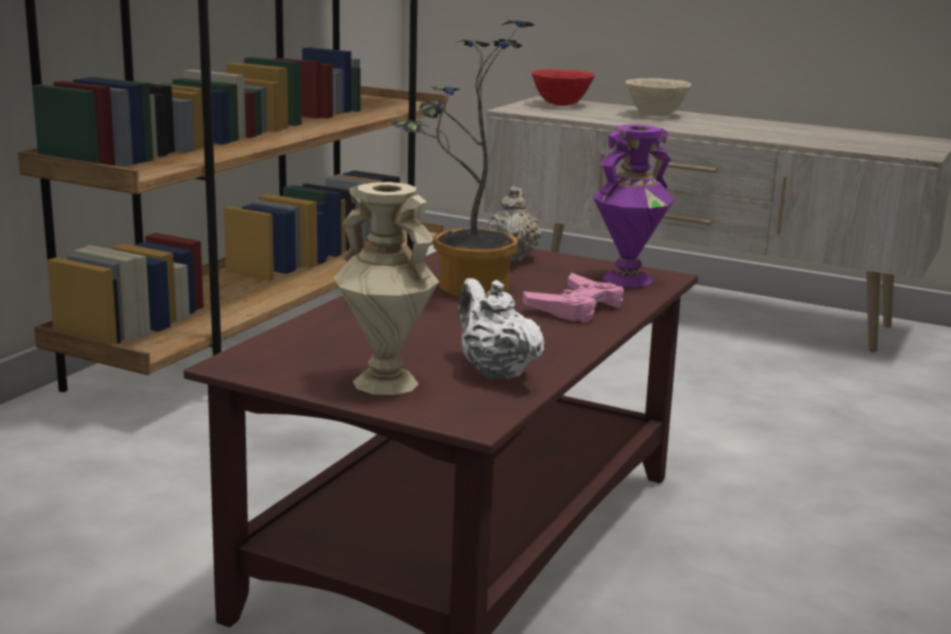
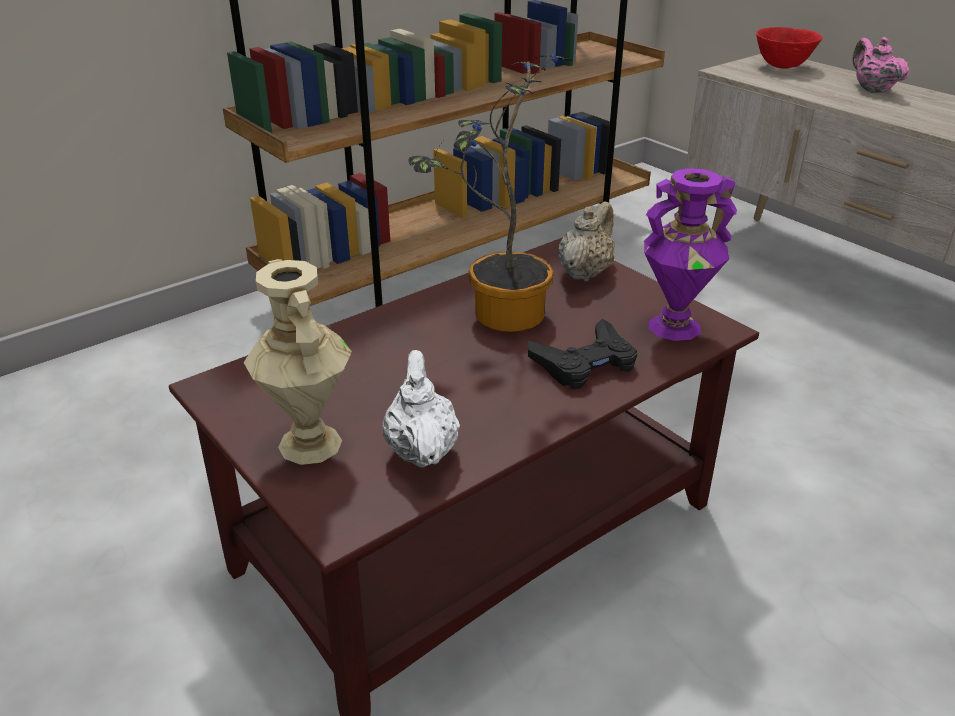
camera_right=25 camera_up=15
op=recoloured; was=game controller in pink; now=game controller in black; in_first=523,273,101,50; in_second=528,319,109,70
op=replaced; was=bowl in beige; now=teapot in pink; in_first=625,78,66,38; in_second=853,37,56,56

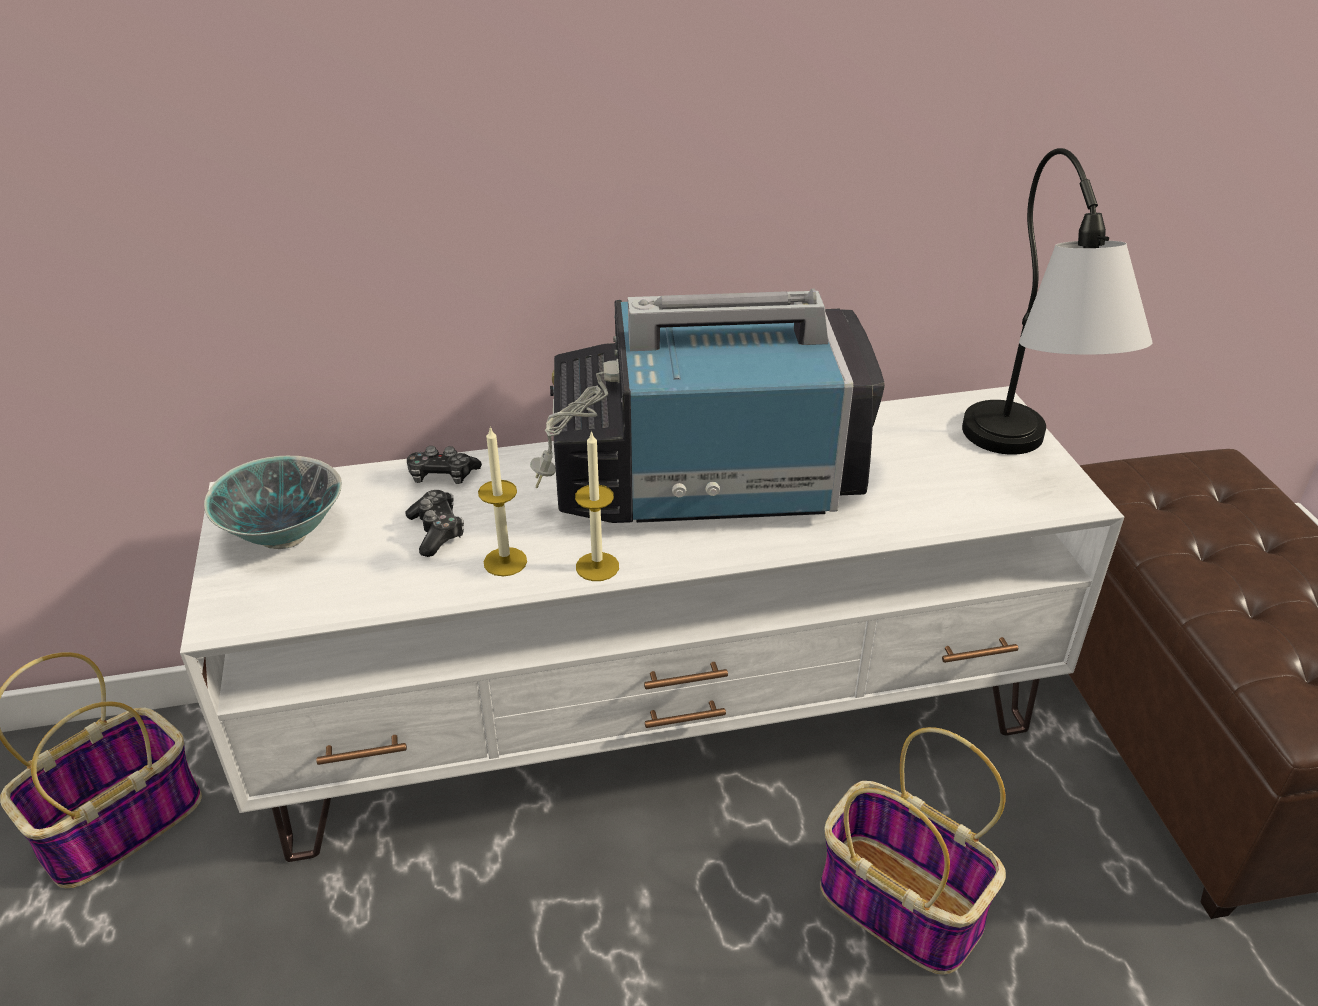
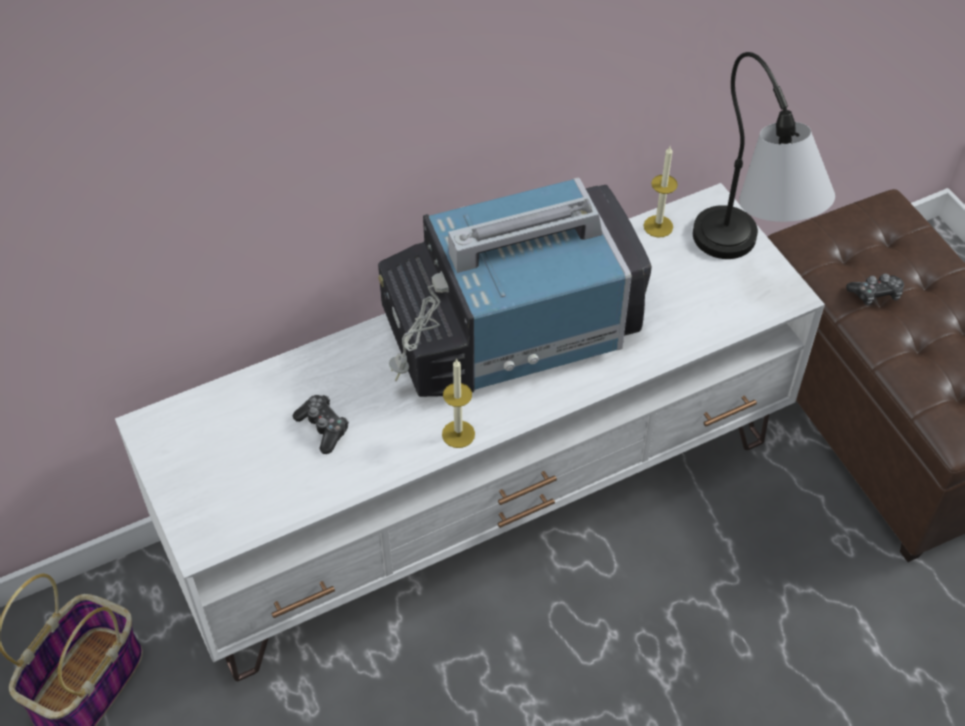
camera_right=-15 camera_up=15
op=removed; was=bowl; in_first=204,456,138,93
op=moved; was=game controller; in_first=407,446,75,38; in_second=846,273,58,32
op=moved; was=candle; in_first=478,426,49,150; in_second=644,146,34,91
op=removed; was=basket; in_first=820,727,186,248

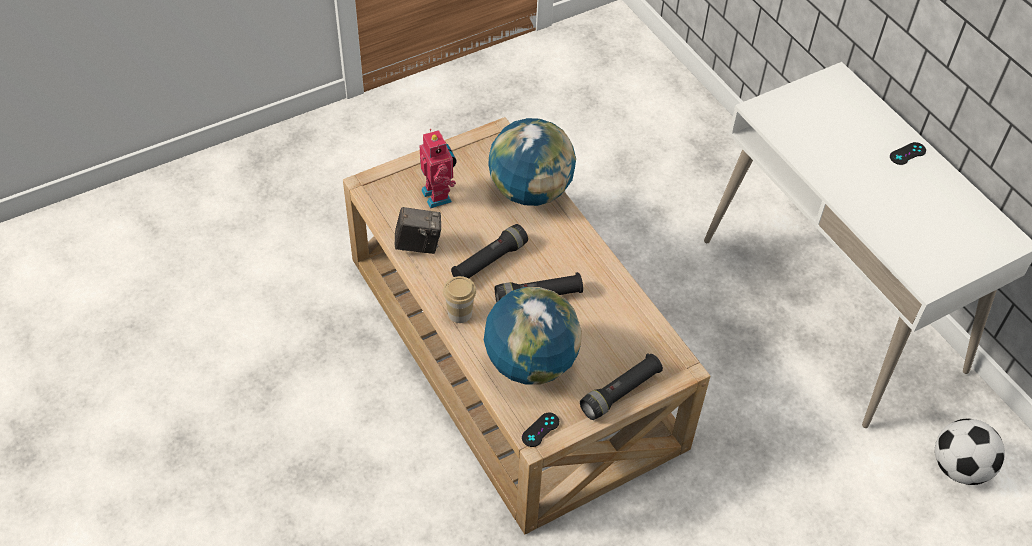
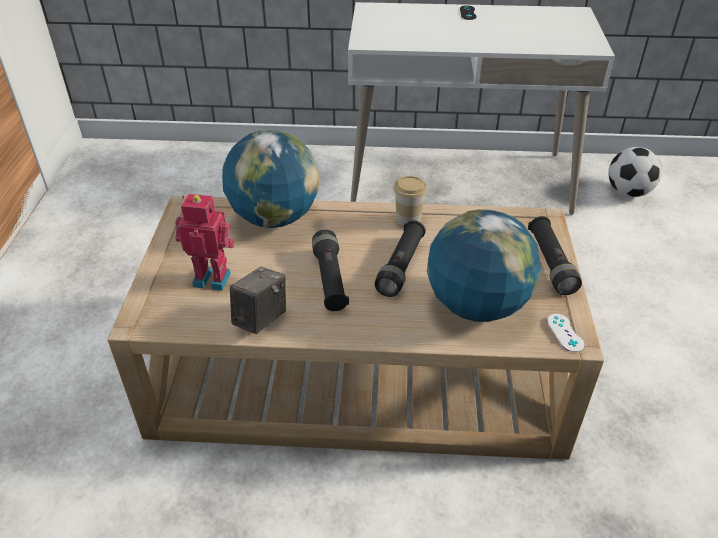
camera_right=-55 camera_up=-10
op=moved; was=cup; in_first=443,276,33,47; in_second=394,176,33,50
op=recoloured; was=game controller in black; now=game controller in white; in_first=522,413,37,34; in_second=547,314,37,38

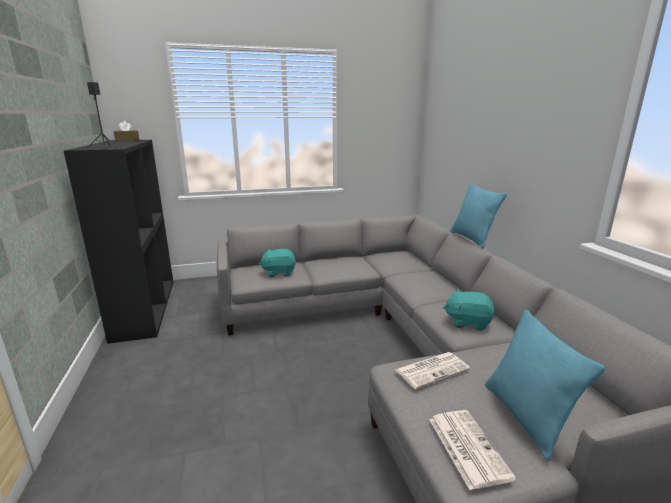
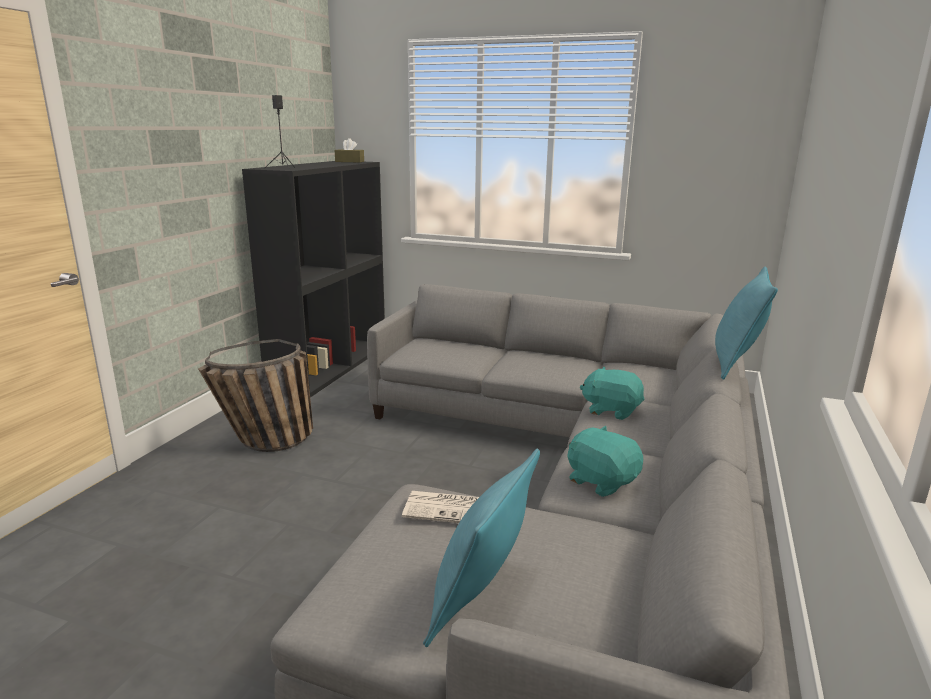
camera_right=35 camera_up=0
op=moved; was=plush toy in turquoise; in_first=259,249,37,28; in_second=580,367,64,53
op=removed; was=newspaper; in_first=429,410,87,80
op=added; now=basket; in_second=198,339,115,113

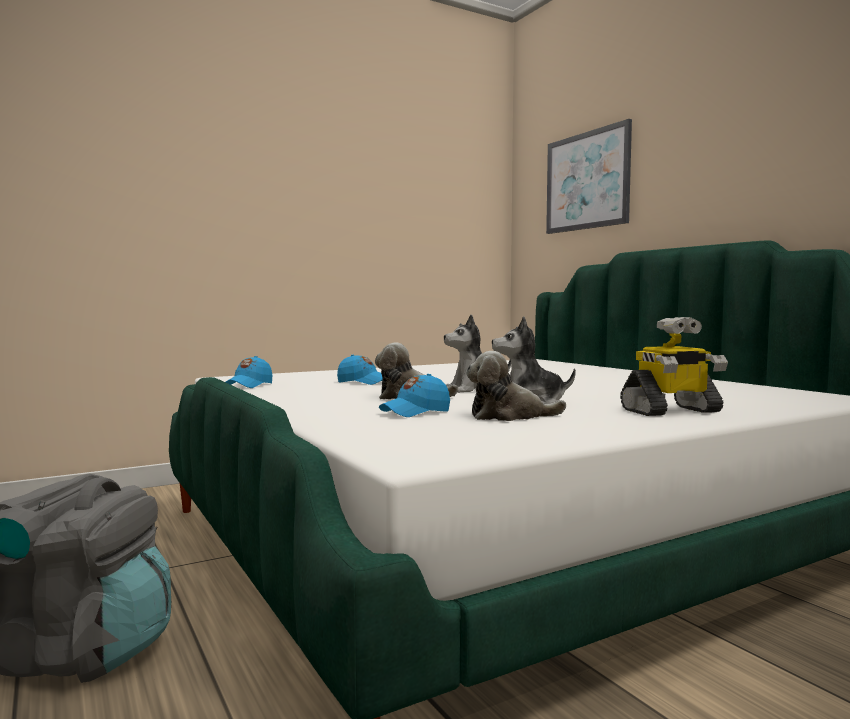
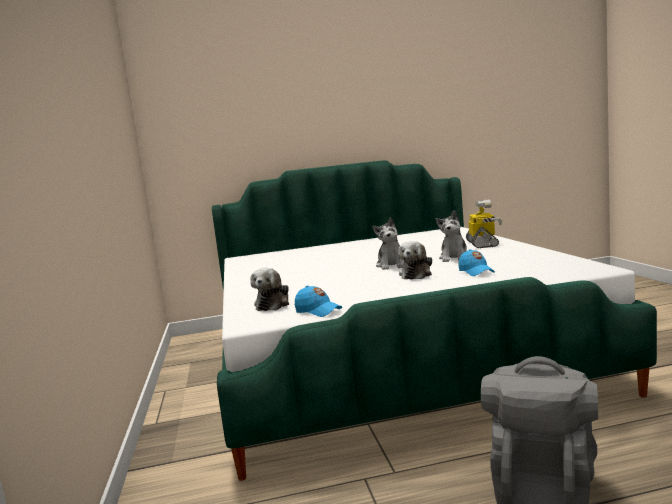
camera_right=-70 camera_up=5
op=removed; was=cap in blue; in_first=337,355,46,30
op=moved; was=plush toy; in_first=466,351,100,70; in_second=250,268,39,43
op=removed; was=picture; in_first=546,119,86,115

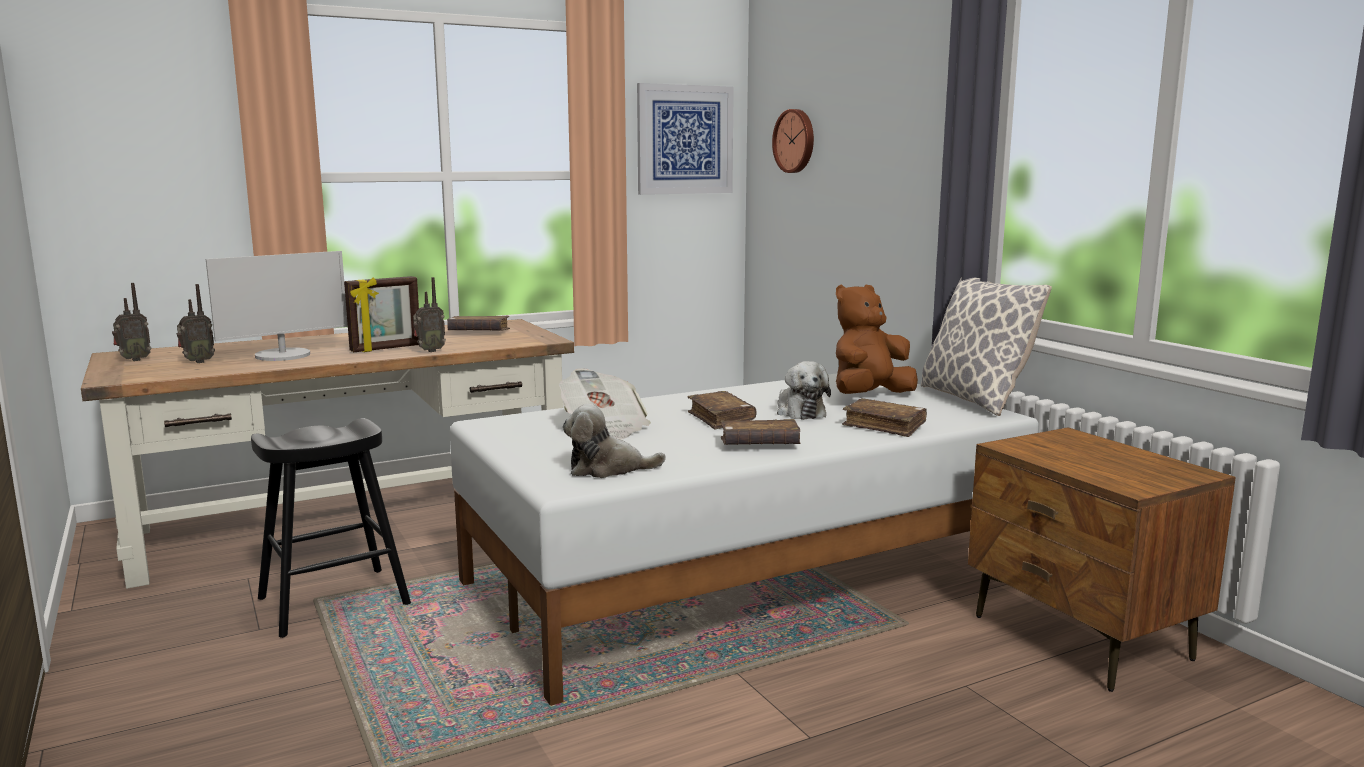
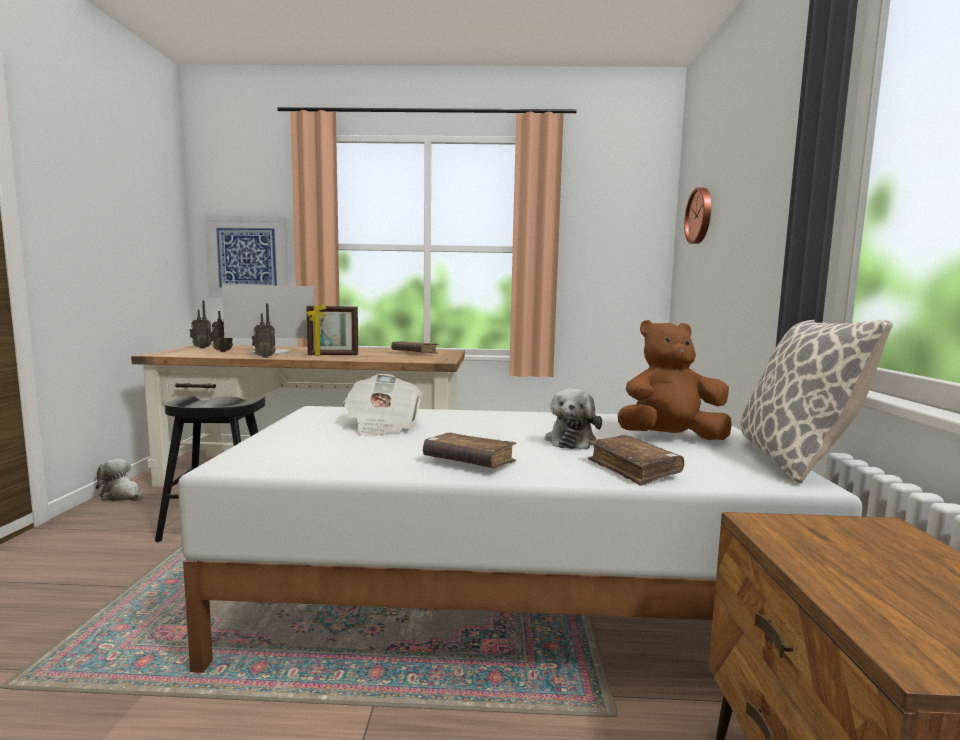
camera_right=30 camera_up=-5
op=moved; was=radio; in_first=413,277,33,75; in_second=252,303,24,55
op=moved; was=plush toy; in_first=563,404,103,74; in_second=96,459,46,42
op=moved; was=picture; in_first=637,83,97,112; in_second=204,215,84,83
op=removed; was=book in brown; in_first=687,391,70,39

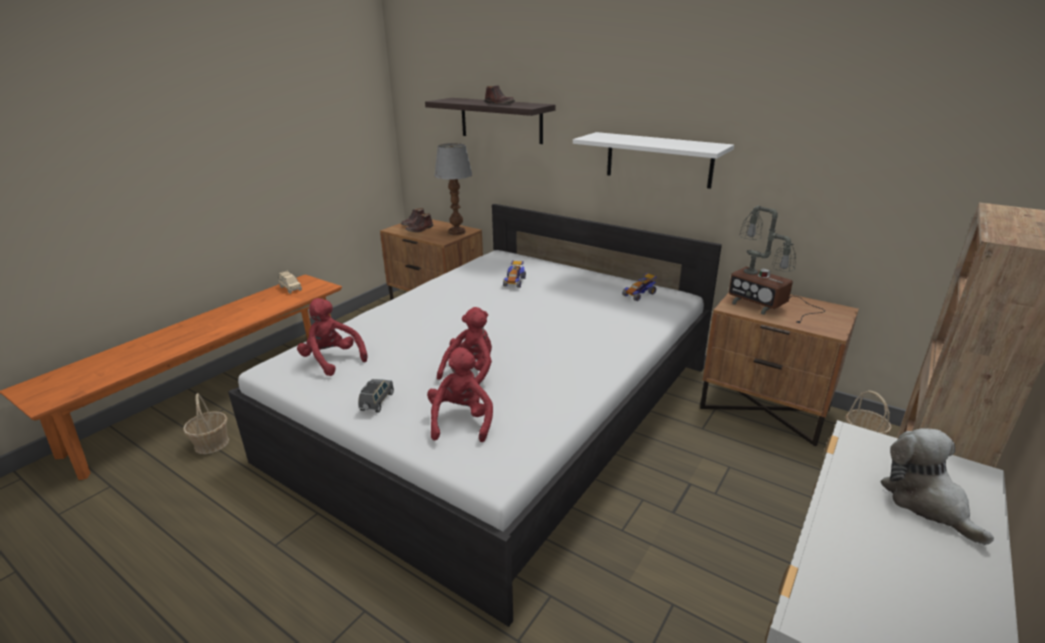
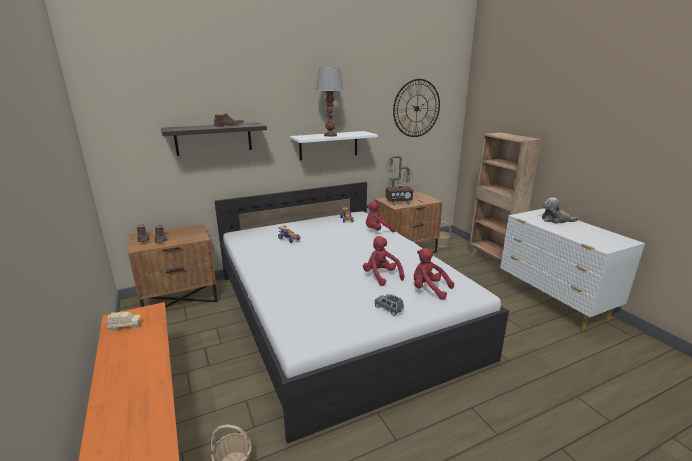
camera_right=-60 camera_up=-5
op=moved; was=plush toy in red; in_first=297,298,71,78; in_second=366,201,29,31
op=moved; was=table lamp; in_first=434,143,39,92; in_second=316,67,28,70
op=added; now=wall clock; in_second=393,79,47,58

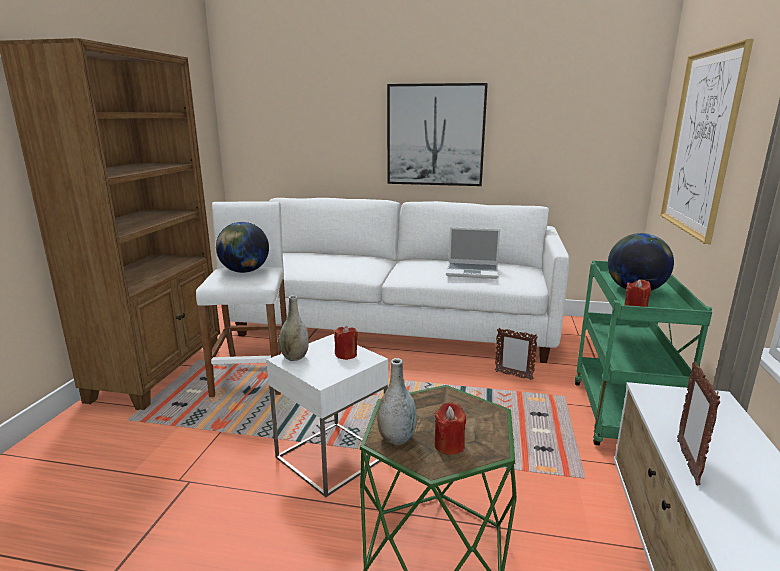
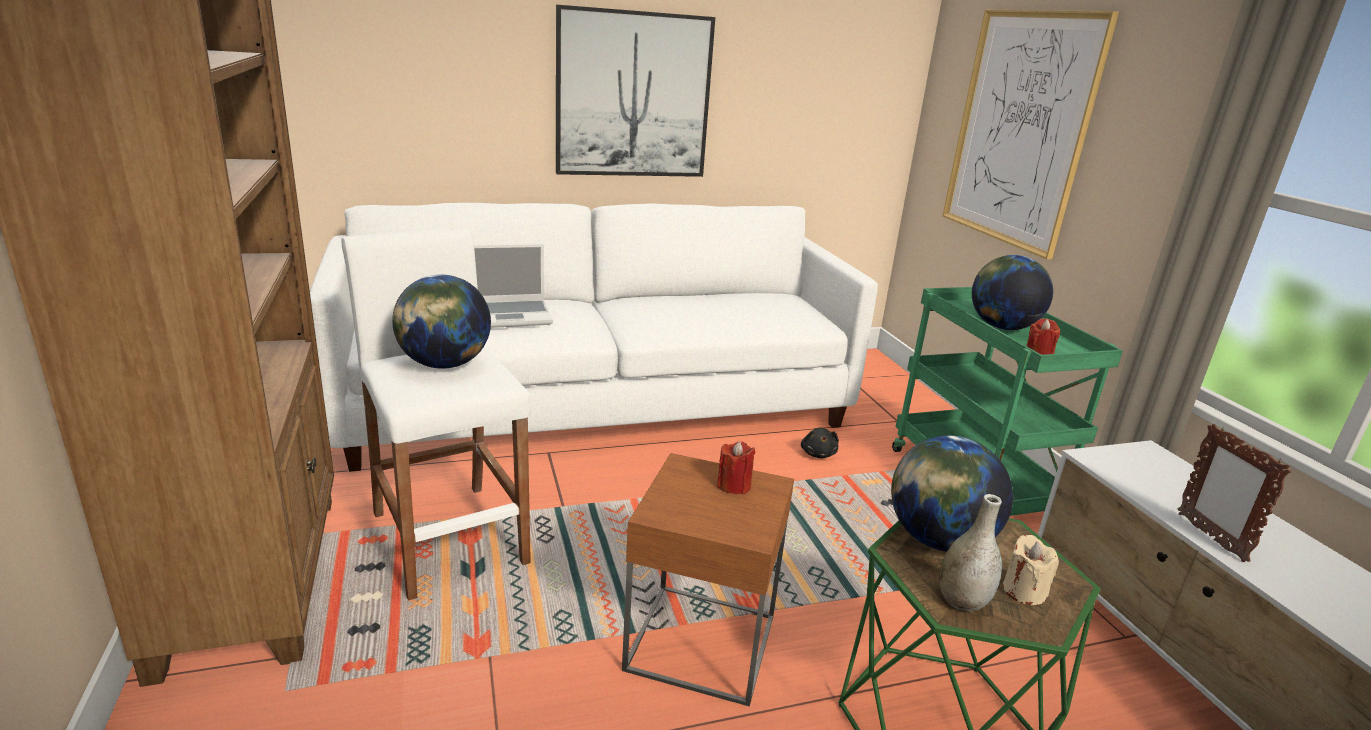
camera_right=-30 camera_up=5
op=recoloured; was=side table in white; now=side table in brown; in_first=266,334,122,163; in_second=622,453,172,254
op=removed; was=vase in grey; in_first=279,295,30,66
op=recoloured; was=candle in red; now=candle in beige; in_first=435,402,31,53; in_second=1003,535,56,70
op=moved; was=laptop; in_first=446,227,54,52; in_second=474,244,79,84
op=replaced; was=picture frame; now=plush toy in black; in_first=495,328,43,52; in_second=801,428,38,30
op=added; now=globe; in_second=891,436,122,116

